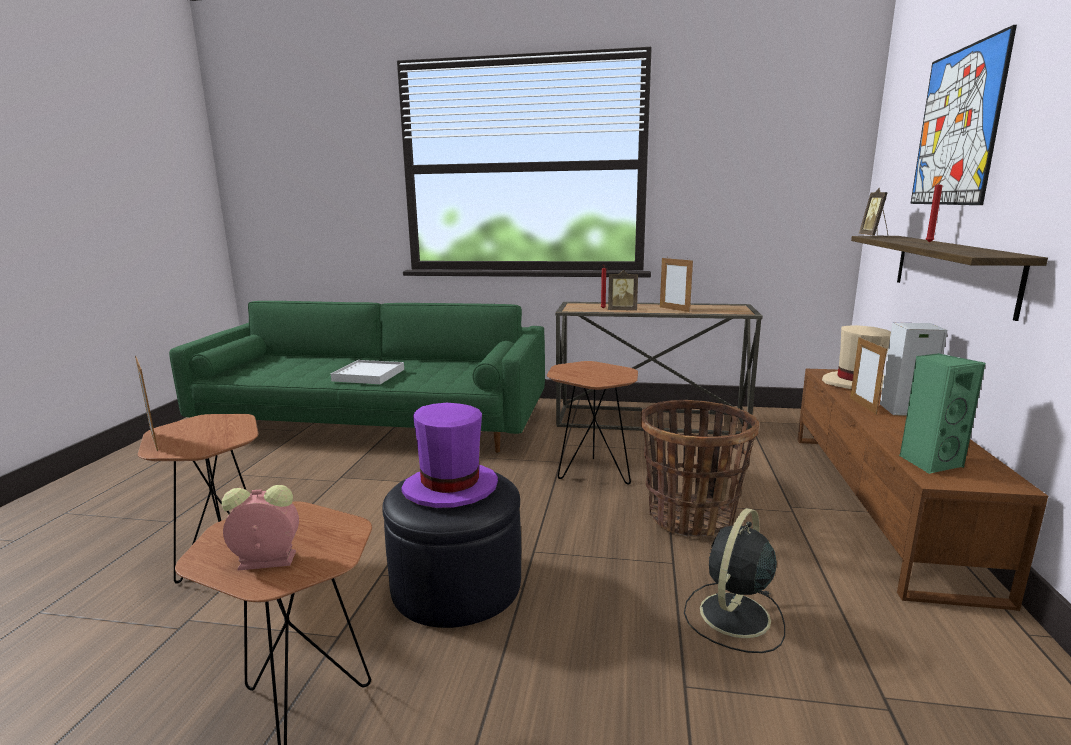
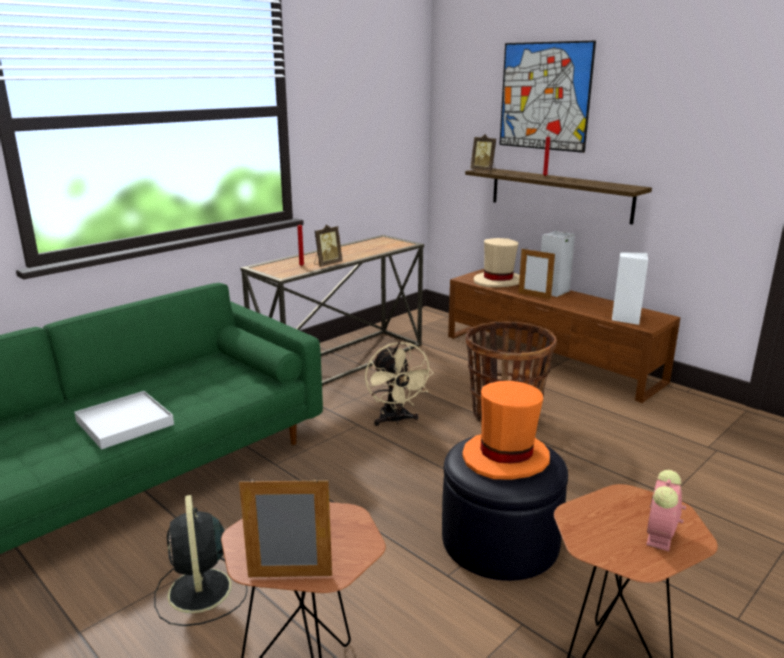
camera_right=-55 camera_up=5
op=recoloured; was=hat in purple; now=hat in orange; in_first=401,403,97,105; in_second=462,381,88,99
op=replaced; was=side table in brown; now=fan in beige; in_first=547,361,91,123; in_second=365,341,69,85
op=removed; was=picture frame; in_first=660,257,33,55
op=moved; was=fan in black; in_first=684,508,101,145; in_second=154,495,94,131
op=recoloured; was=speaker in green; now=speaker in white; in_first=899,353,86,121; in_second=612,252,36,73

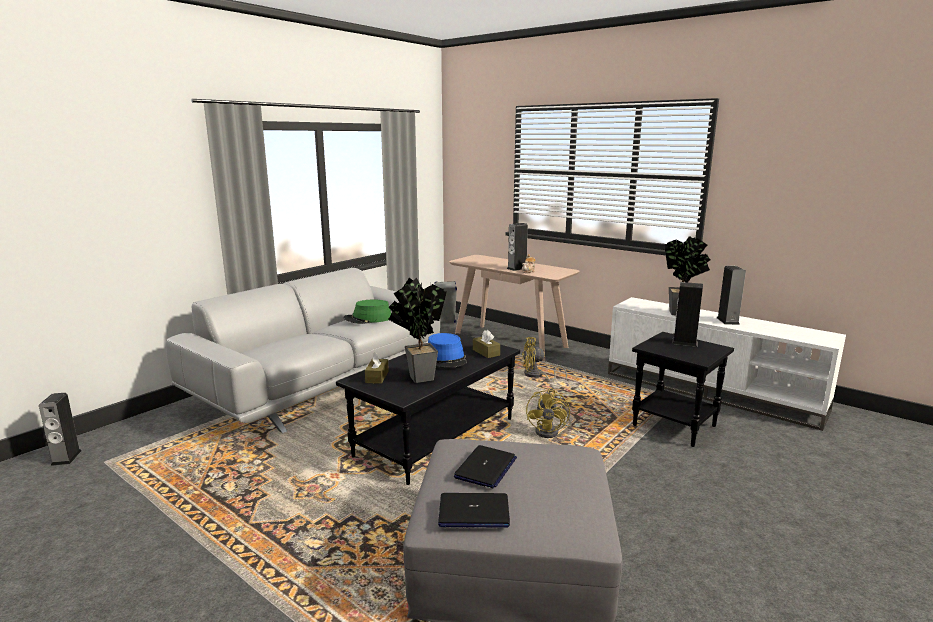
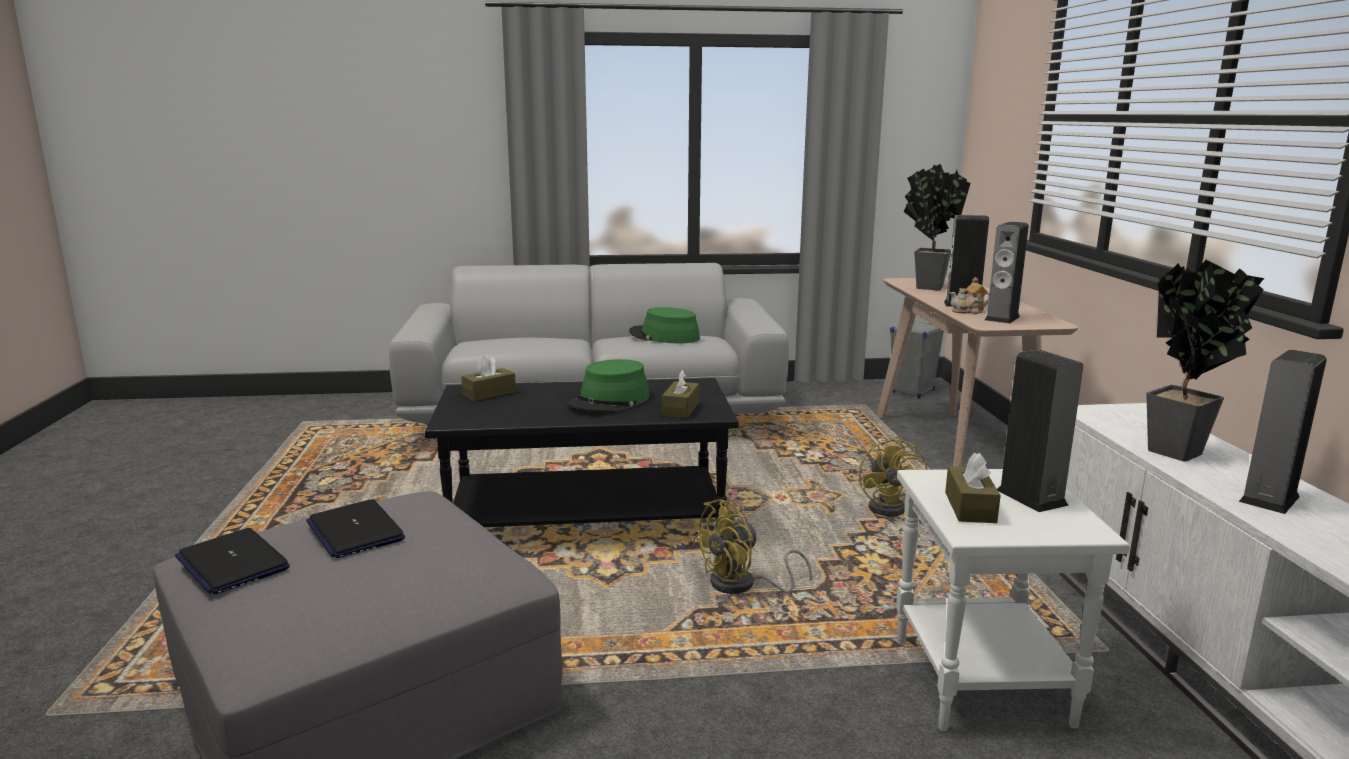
camera_right=45 camera_up=0
op=moved; was=speaker; in_first=39,393,43,73; in_second=985,222,44,102
op=moved; was=potted plant; in_first=388,277,59,106; in_second=904,164,67,127
op=recoloured; was=hat in blue; now=hat in green; in_first=428,333,39,35; in_second=568,359,81,53
op=turned; was=laptop; in_first=454,445,63,43; in_second=306,499,99,59; clockwise=75
op=turned; was=fan in yellow; in_first=522,337,45,45; in_second=859,436,68,80; clockwise=-135
op=recoloured; was=side table in black; now=side table in white; in_first=632,332,102,115; in_second=896,469,234,262
op=added; now=tissue box in brown; in_second=945,452,56,71

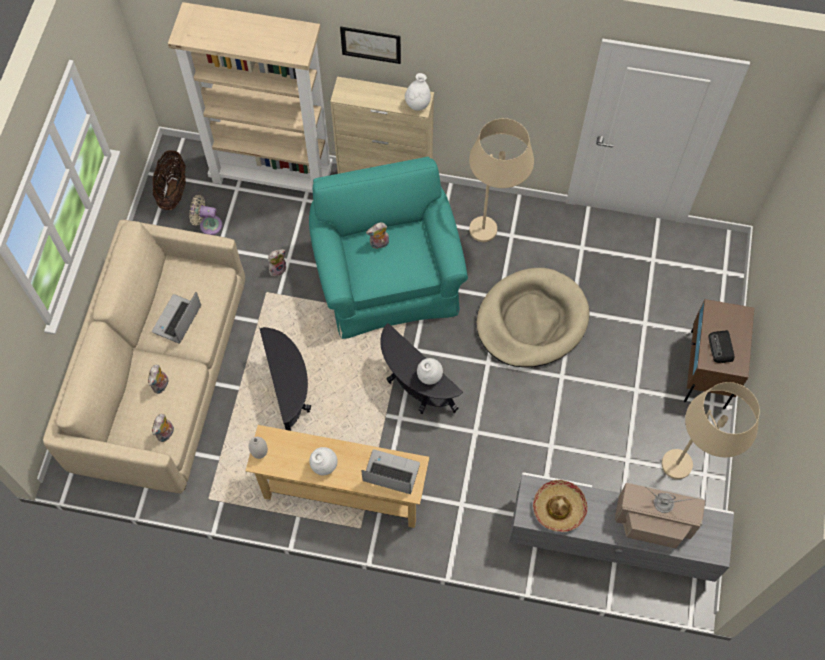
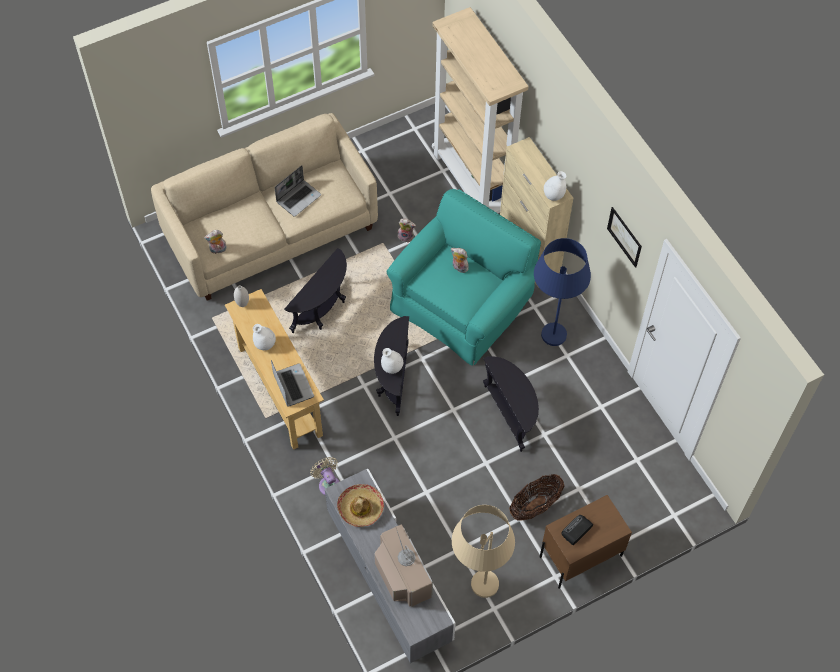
camera_right=50 camera_up=-5
op=removed; was=plush toy; in_first=148,364,20,30
op=turned; was=laptop; in_first=152,292,49,51; in_second=275,165,46,52; clockwise=150
op=moved; was=basket; in_first=153,150,33,60; in_second=509,474,56,47
op=moved; was=fan in beige; in_first=189,195,33,40; in_second=310,457,30,38
op=moved; was=picture; in_first=340,26,61,38; in_second=607,207,35,61
op=recoloured; was=floor lamp in beige; now=floor lamp in blue; in_first=469,118,65,124; in_second=534,238,57,108
op=replaced; was=dog bed in beige; now=side table in black; in_first=477,268,113,99; in_second=483,356,56,96

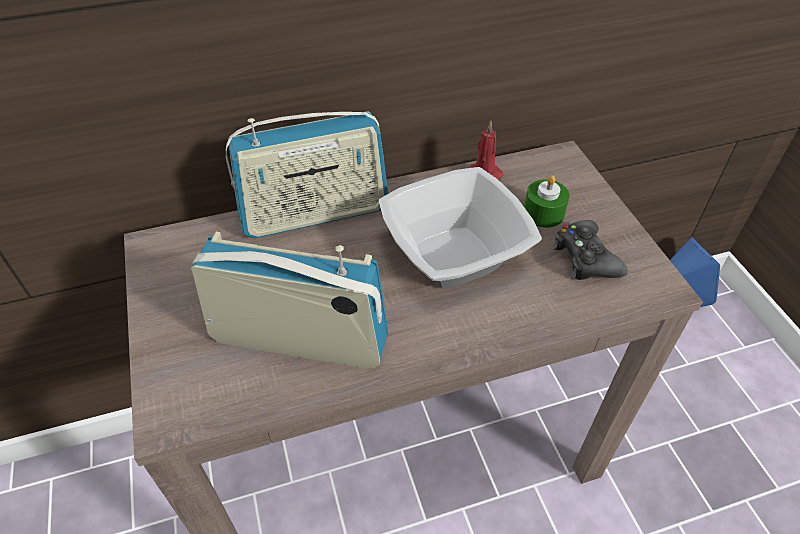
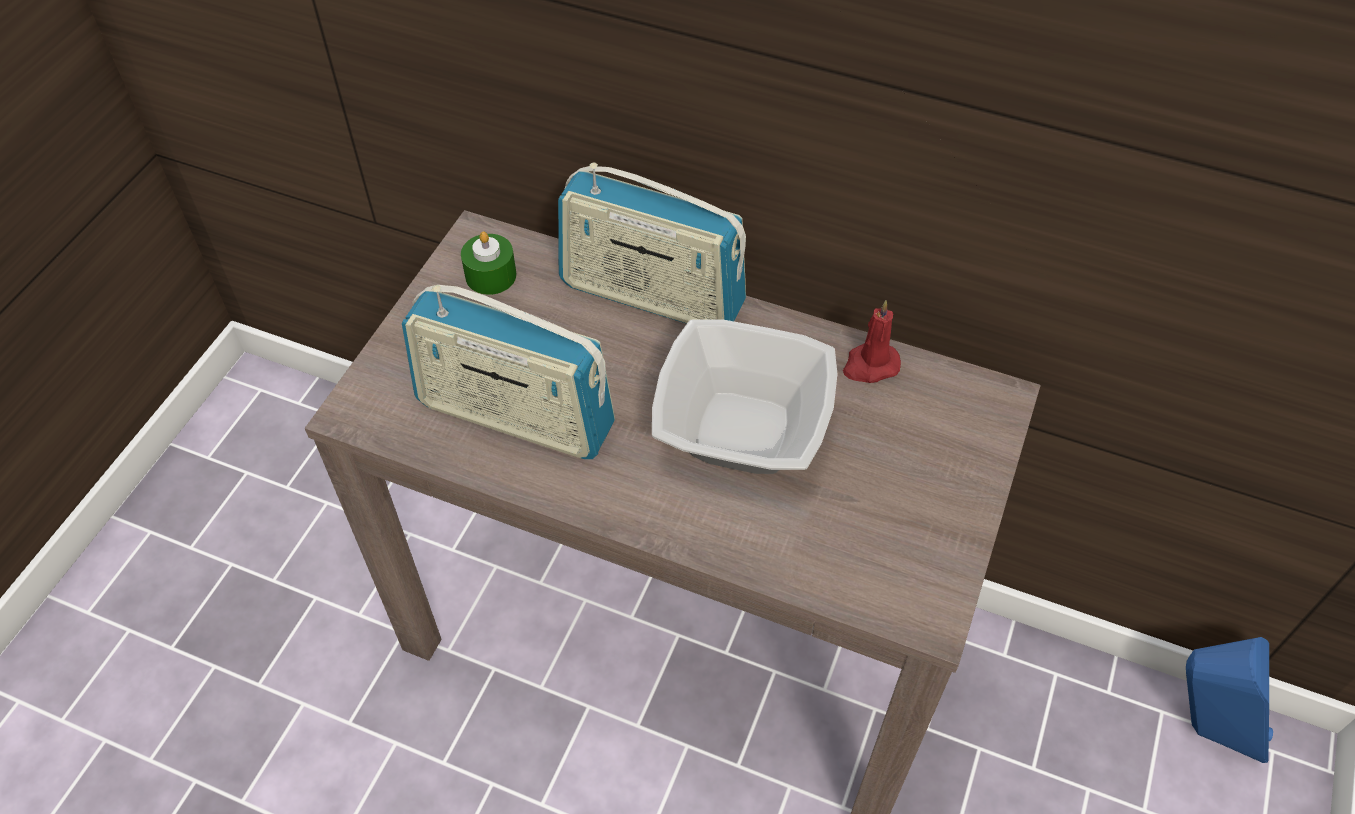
camera_right=40 camera_up=5
op=turned; was=radio; in_first=191,232,197,137; in_second=402,285,213,174; clockwise=150
op=moved; was=candle in green; in_first=524,175,46,53; in_second=461,231,56,64
op=removed; was=game controller in black; in_first=552,220,76,60

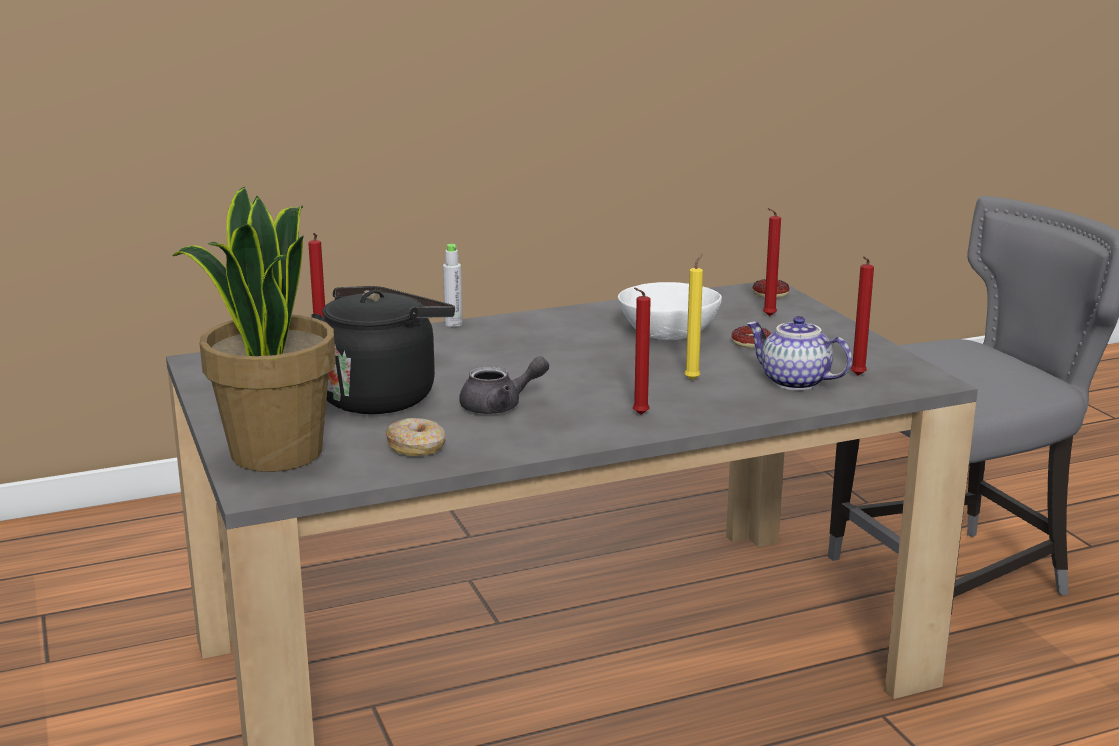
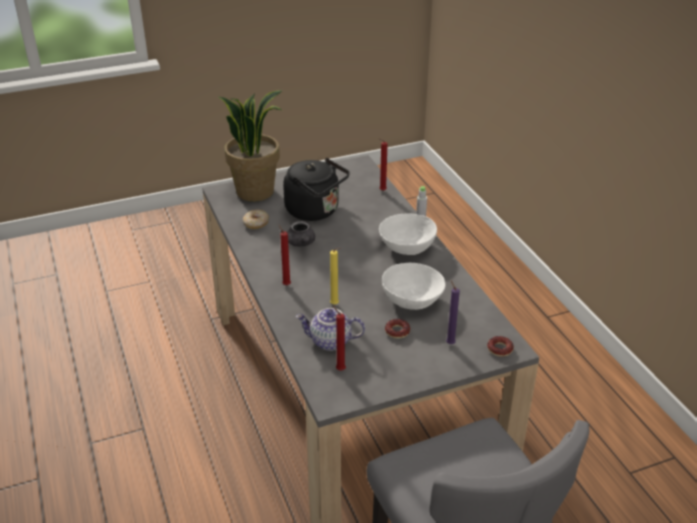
camera_right=90 camera_up=15
op=turned; was=teapot; in_first=746,316,106,74; in_second=296,308,69,43; clockwise=-120
op=recoloured; was=candle in red; now=candle in purple; in_first=763,208,18,108; in_second=446,280,14,64
op=added; now=bowl in white; in_second=379,213,58,42

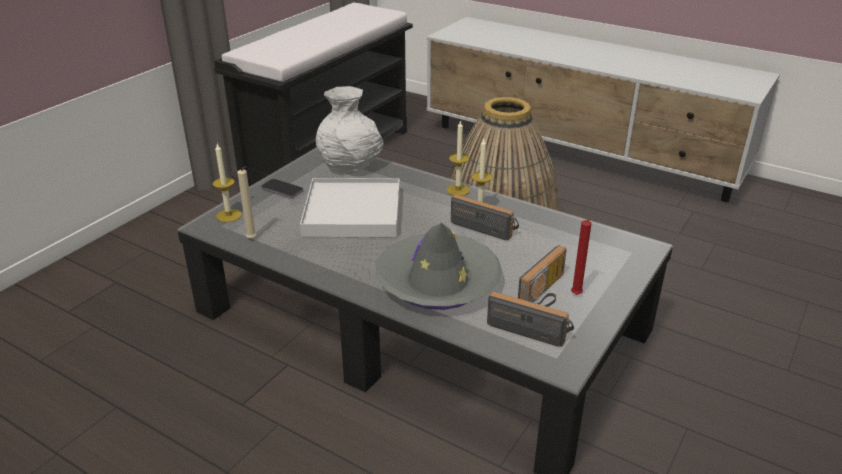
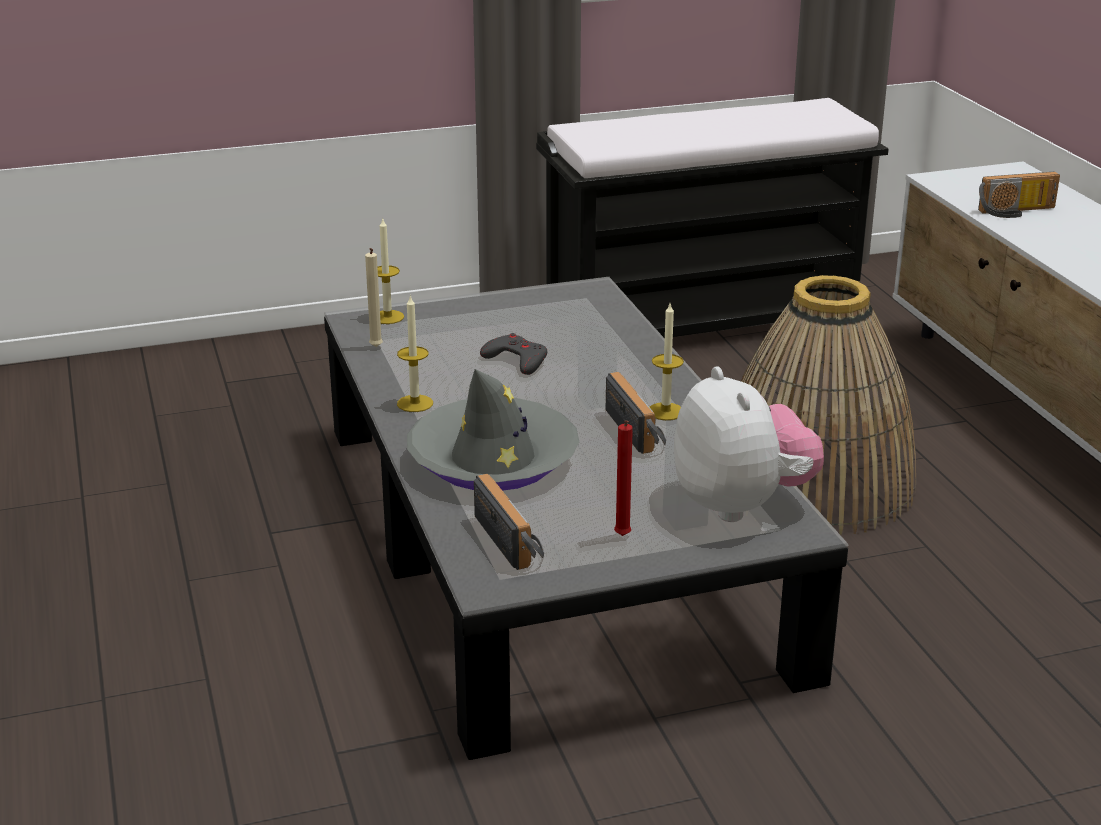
camera_right=40 camera_up=-5
op=removed; was=phone; in_first=261,179,42,19
op=replaced; was=tray in white; now=game controller in grey; in_first=300,178,100,59; in_second=480,333,67,42
op=removed; was=vase in white; in_first=316,86,68,88
op=moved; was=candle; in_first=447,120,23,76; in_second=397,295,36,117
op=moved; was=radio; in_first=518,245,49,62; in_second=978,172,82,46
op=added; now=plush toy; in_second=674,366,150,156

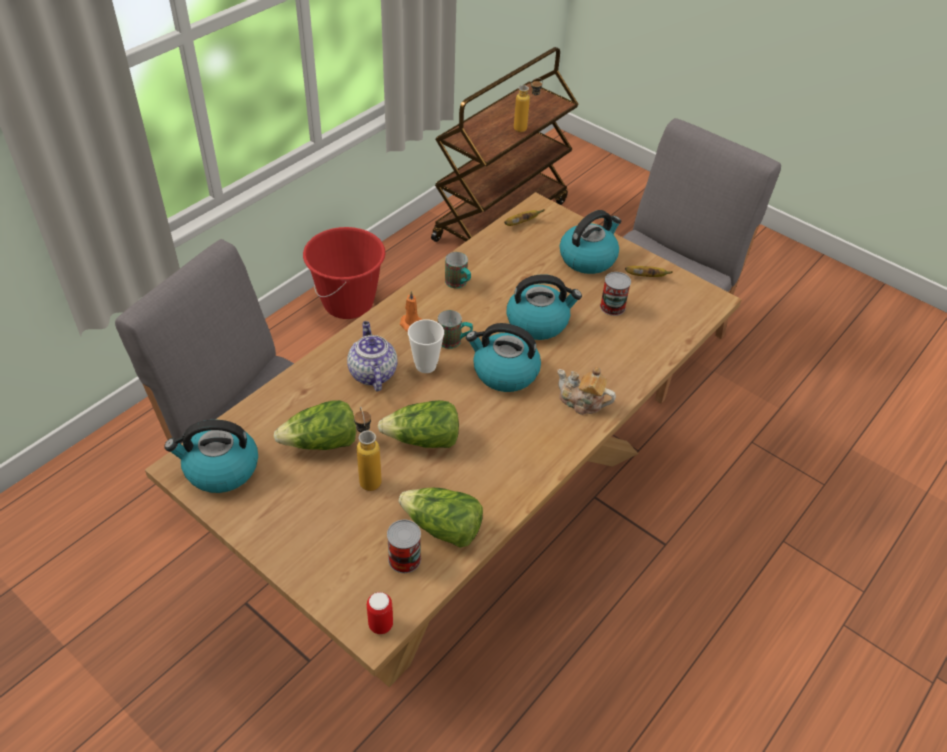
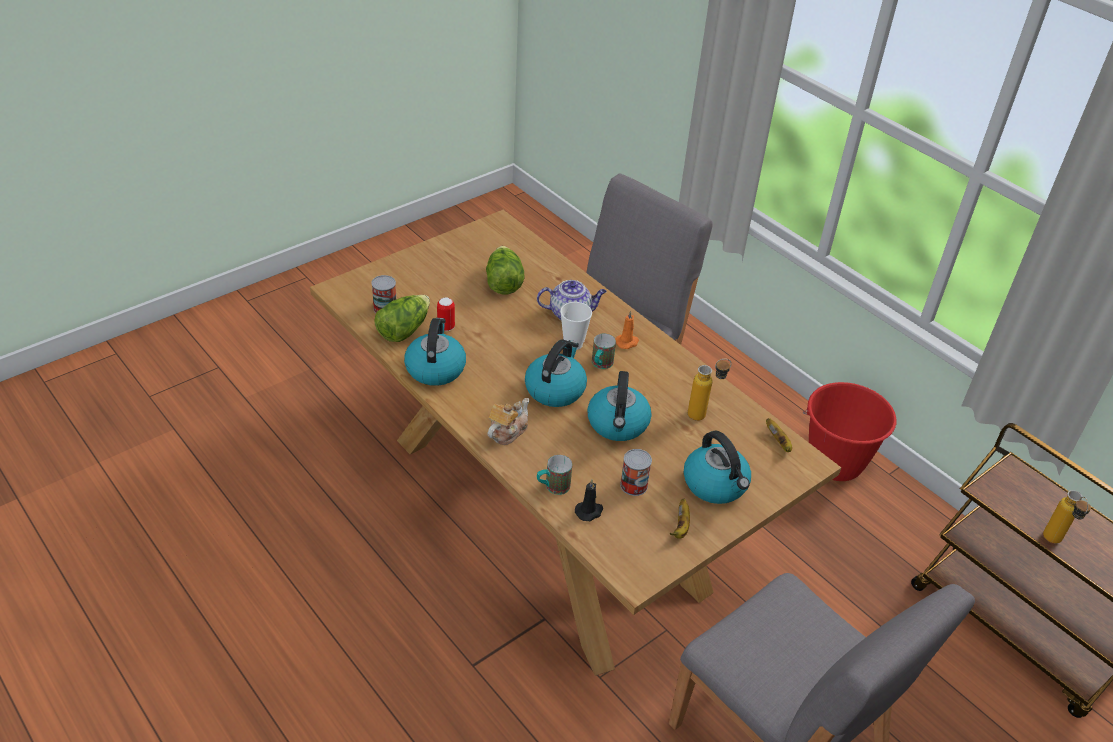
camera_right=100 camera_up=-5
op=moved; was=kettle; in_first=164,420,94,73; in_second=404,318,62,68
op=moved; was=bottle; in_first=354,407,28,84; in_second=688,359,44,62
op=moved; was=can; in_first=367,592,26,42; in_second=437,297,18,34
op=removed; was=lettuce; in_first=377,400,82,48
op=moved; was=mug; in_first=445,252,26,37; in_second=537,455,35,40
op=added; now=candle in black; in_second=575,479,28,42

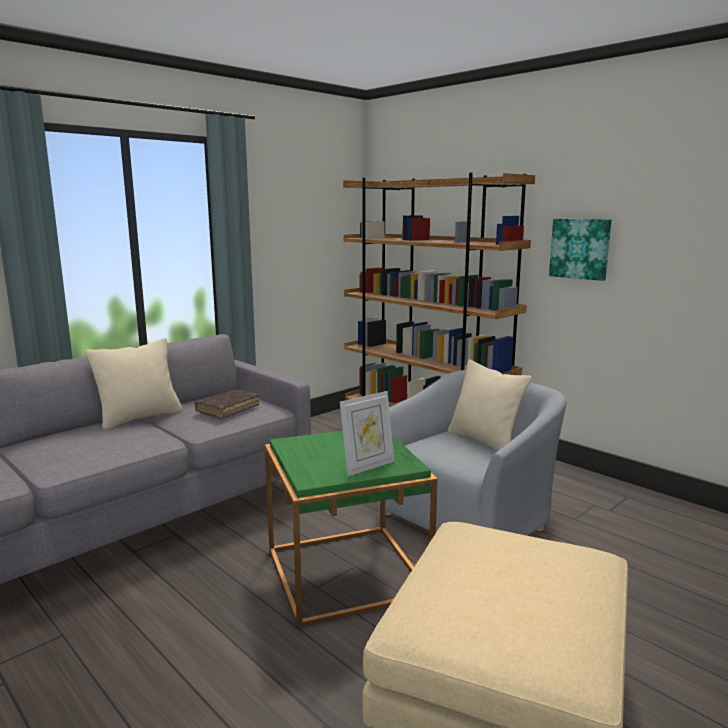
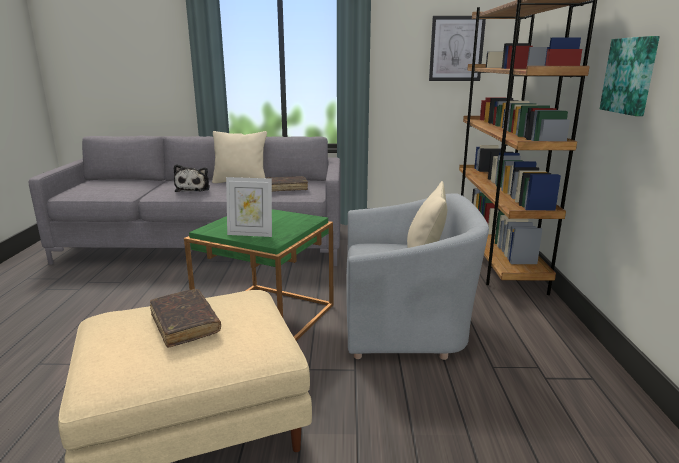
camera_right=45 camera_up=5
op=added; now=book in brown; in_second=150,289,71,59
op=added; now=plush toy; in_second=174,164,36,28
op=added; now=picture; in_second=429,16,57,65

